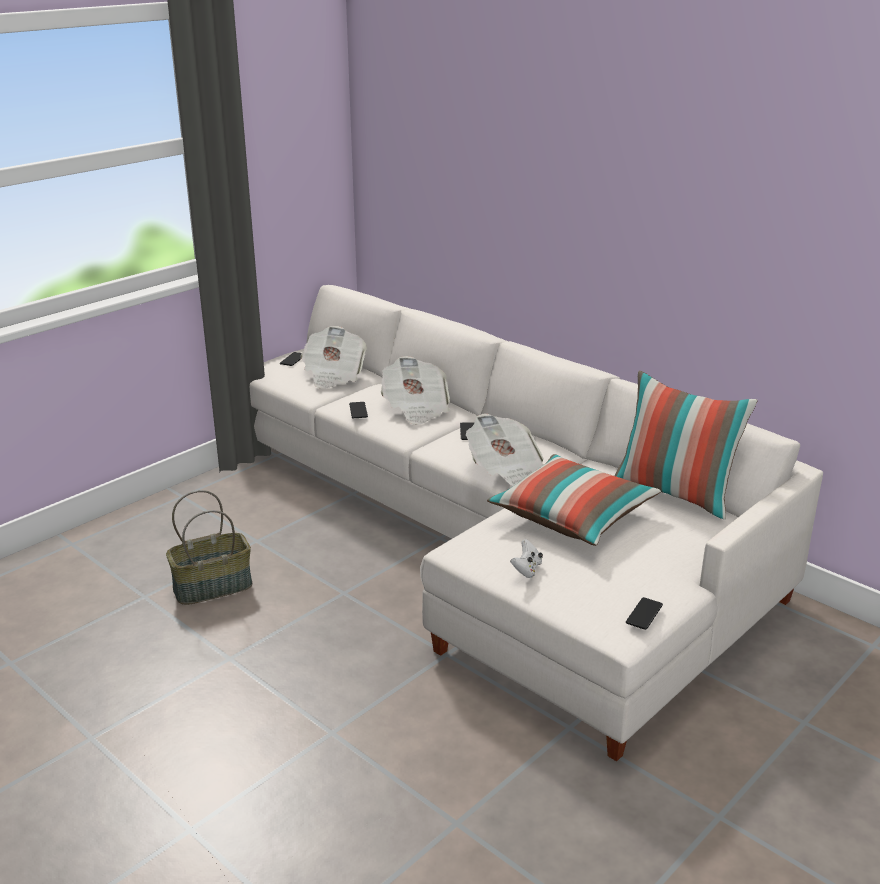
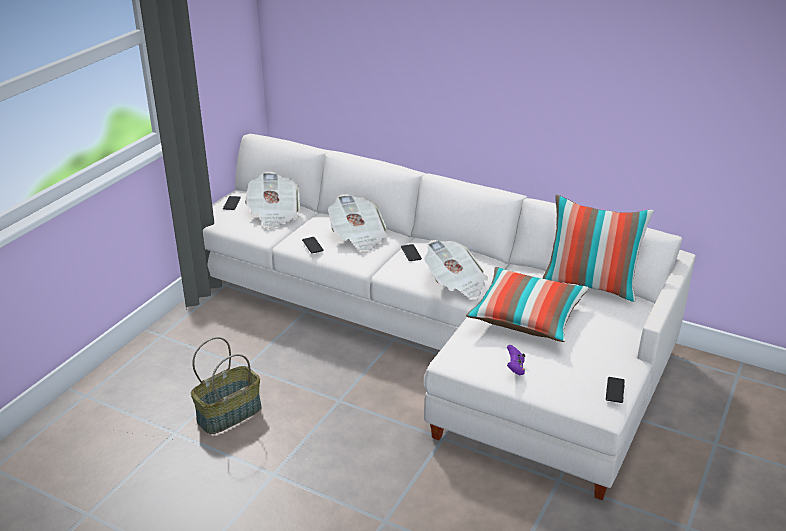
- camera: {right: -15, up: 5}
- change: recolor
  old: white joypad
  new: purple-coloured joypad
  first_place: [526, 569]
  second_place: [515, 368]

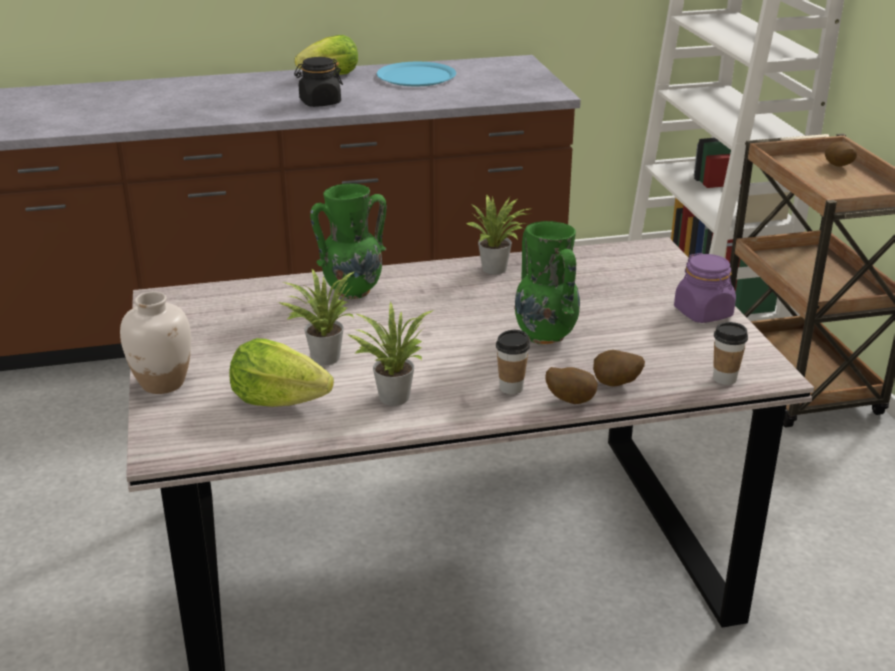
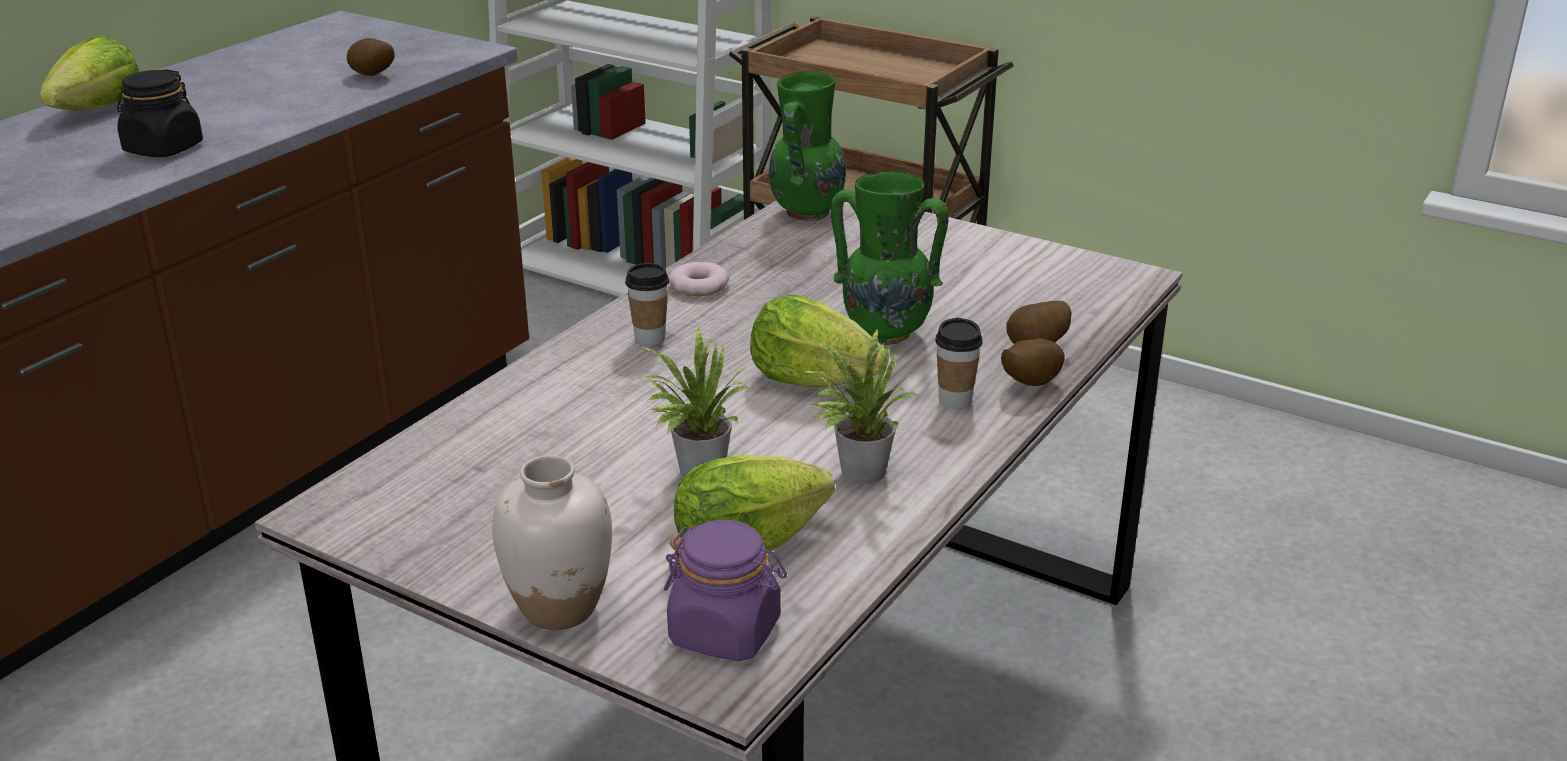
- camera: {right: -45, up: 0}
- change: move
  old: green-coloured flower vase
  first_place: [352, 292]
  second_place: [806, 214]
- change: delete
  old: bluish flat dish
  first_place: [416, 76]
- change: replace
  old: potted plant
  new: donut
  first_place: [497, 269]
  second_place: [699, 286]
- change: move
  old: purple-coloured jar
  first_place: [703, 313]
  second_place: [725, 632]
- change: move
  old: drinking cup
  first_place: [724, 378]
  second_place: [649, 338]
- change: move
  old: spud
  first_place: [837, 167]
  second_place: [372, 76]
- change: insert
  new: lettuce
  second_place: [812, 380]

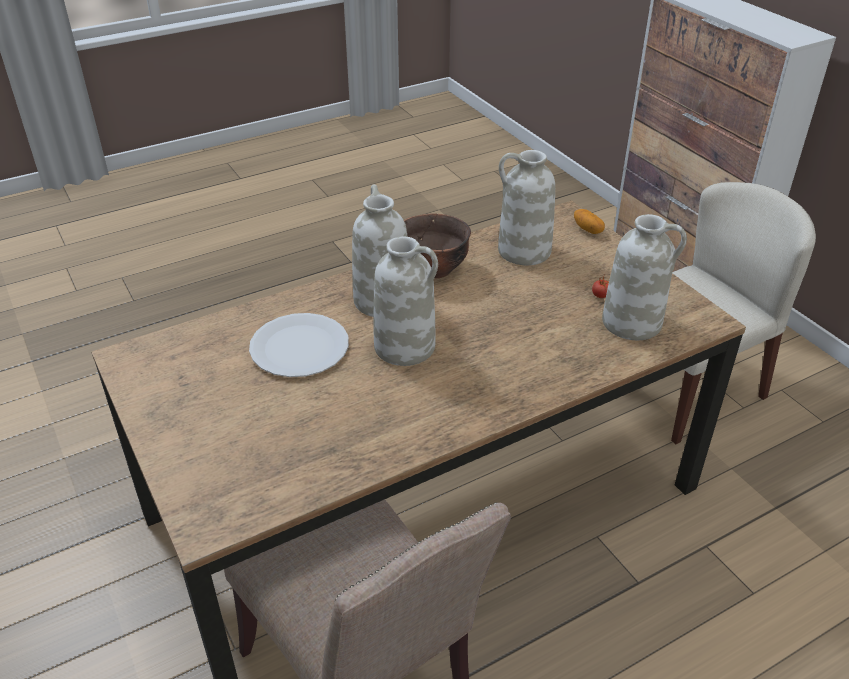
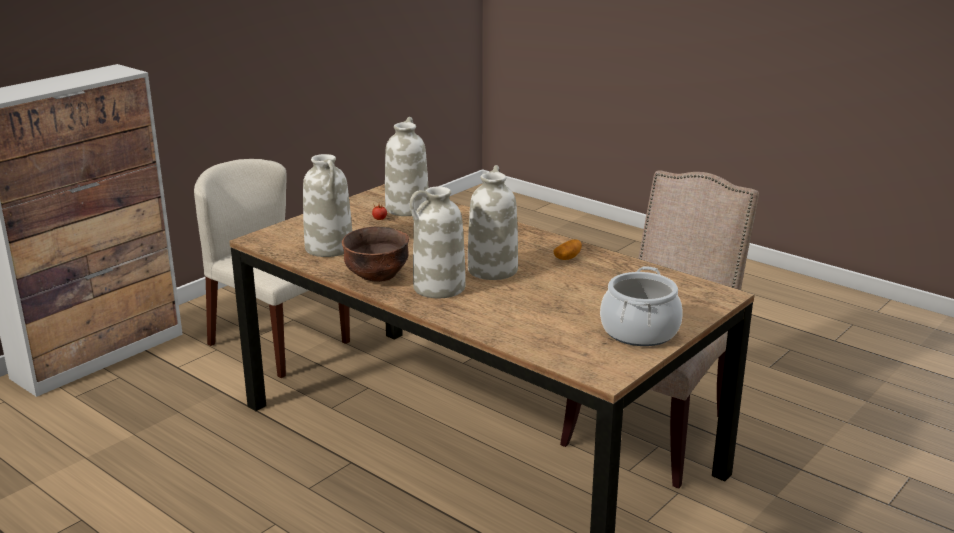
- camera: {right: -110, up: -15}
- change: delete
  old: white flat dish
  first_place: [300, 347]
- change: move
  old: spud
  first_place: [588, 229]
  second_place: [567, 258]
- change: insert
  new: stockpot
  second_place: [640, 331]

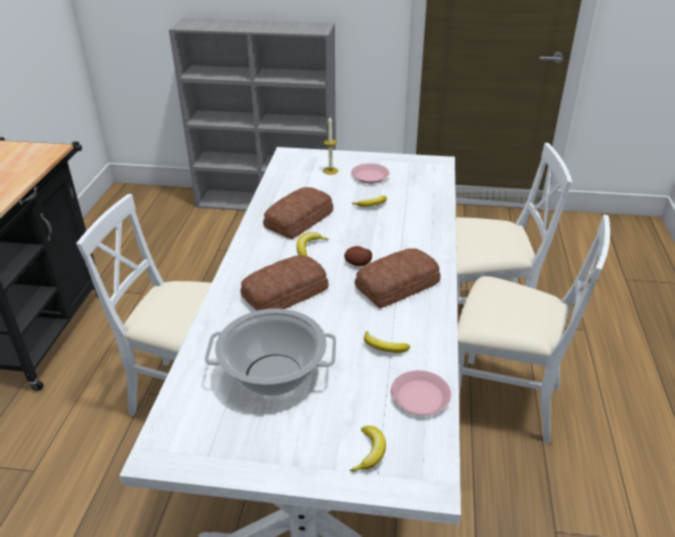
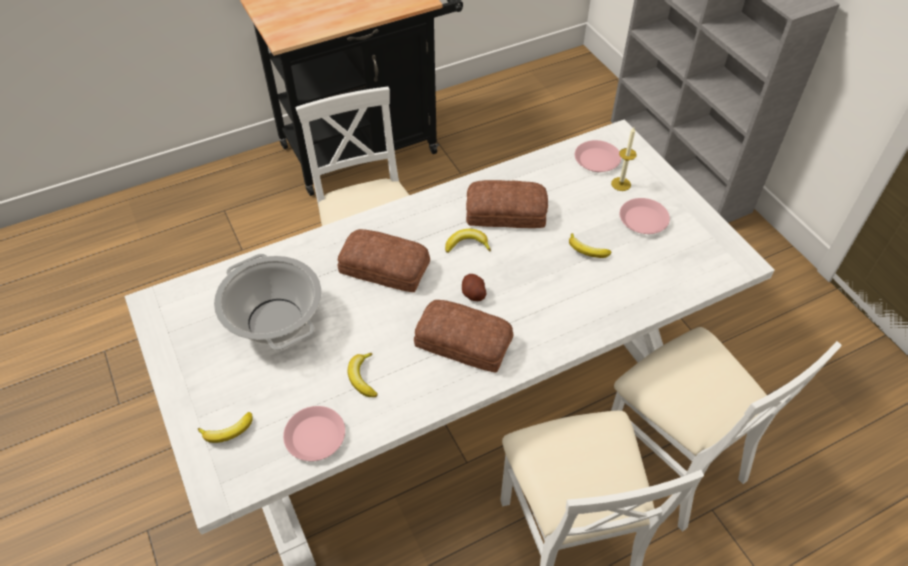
- camera: {right: 55, up: 15}
- change: insert
  new: pink flat dish
  second_place: [596, 160]

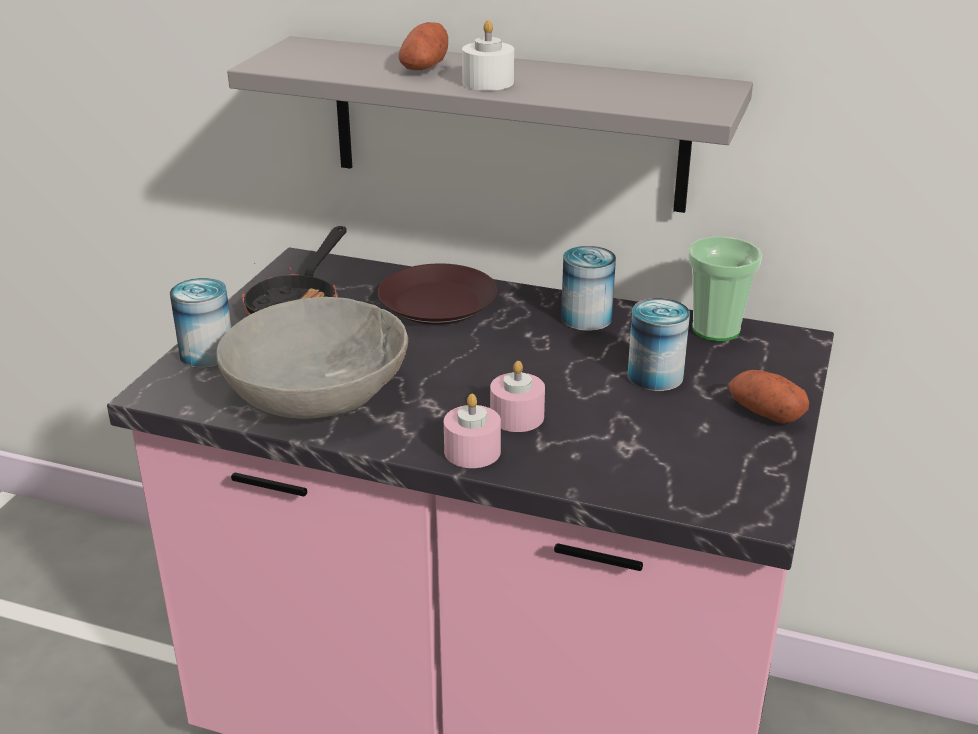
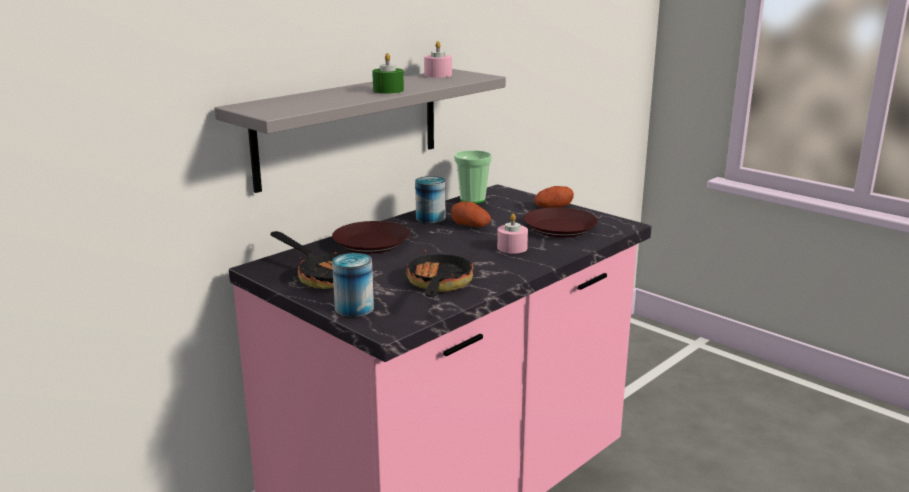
- camera: {right: -65, up: -10}
- change: replace
  old: gray bowl
  new: skillet
  first_place: [317, 391]
  second_place: [438, 285]
- change: move
  old: spud
  first_place: [425, 67]
  second_place: [470, 225]
- change: move
  old: pink candle
  first_place: [472, 451]
  second_place: [438, 75]
- change: recolor
  old: white candle
  new: green-coloured candle
  first_place: [488, 82]
  second_place: [388, 90]
- change: delete
  old: metal can
  first_place: [655, 376]
- change: insert
  new: brown flat dish
  second_place: [560, 228]

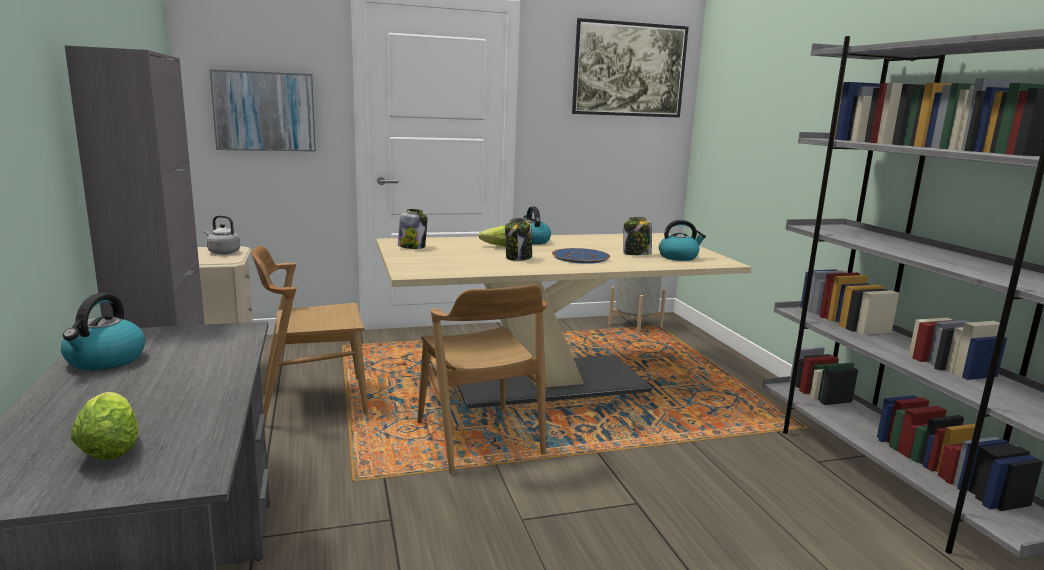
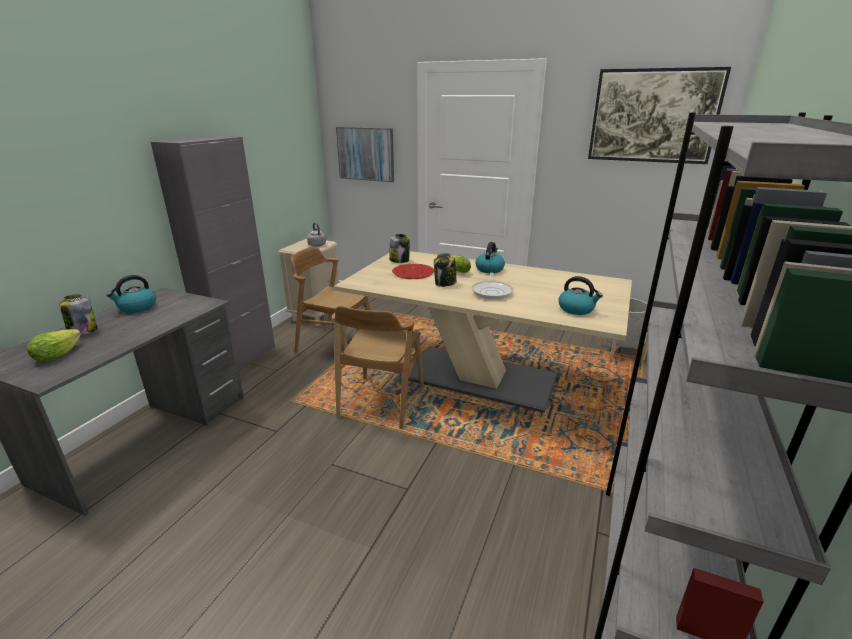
- camera: {right: 40, up: 10}
- change: replace
  old: bluish flat dish
  new: skillet
  first_place: [580, 257]
  second_place: [492, 292]
- change: move
  old: jar
  first_place: [636, 254]
  second_place: [83, 331]
- change: insert
  new: reddish flat dish
  second_place: [413, 272]

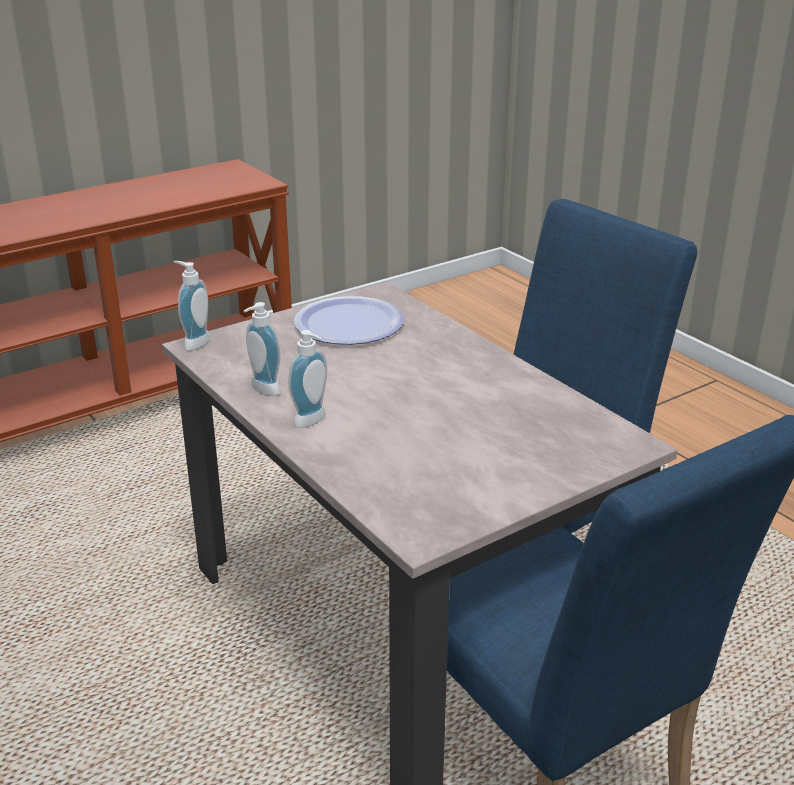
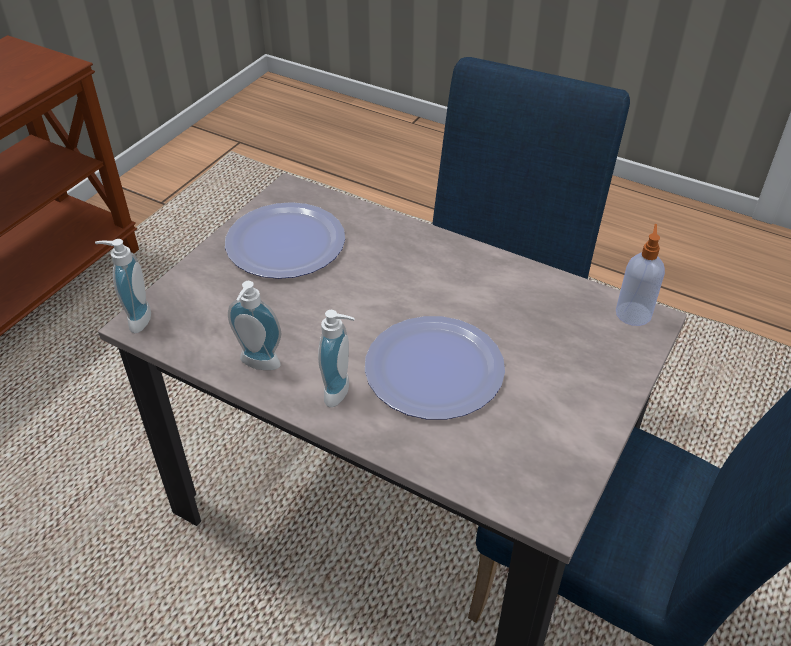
- camera: {right: -25, up: 15}
- change: insert
  new: flat dish
  second_place: [434, 368]
- change: insert
  new: soap dispenser
  second_place: [633, 313]

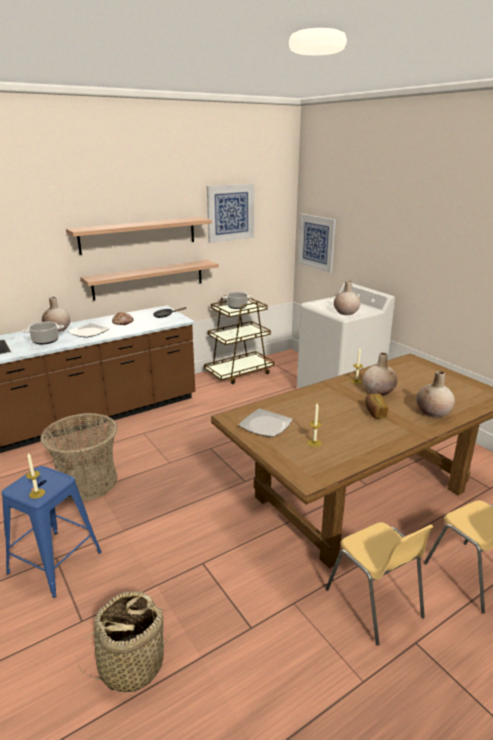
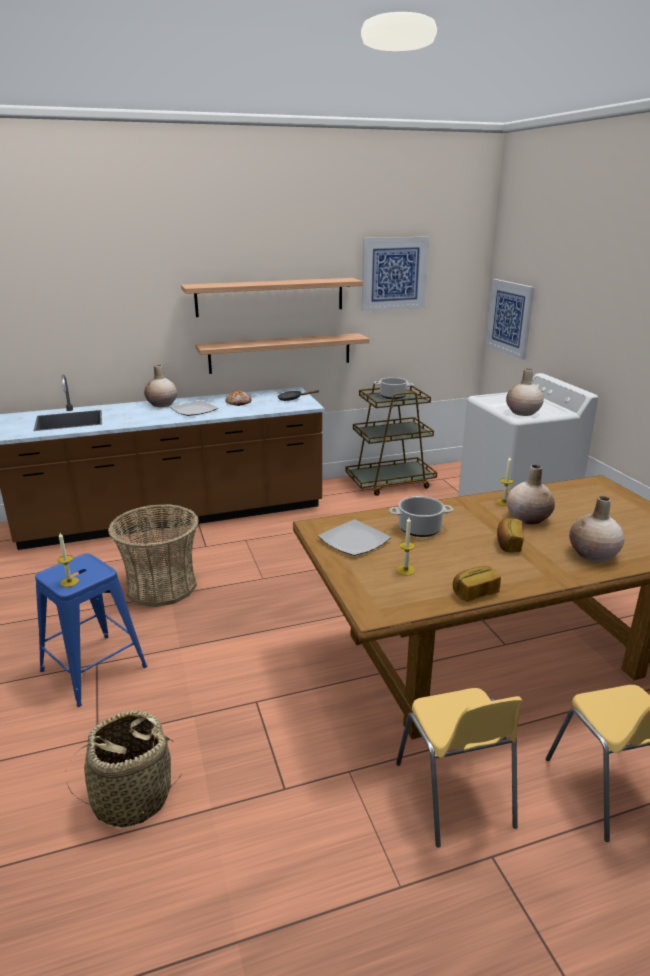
- camera: {right: 15, up: 0}
- change: move
  old: stockpot
  first_place: [45, 341]
  second_place: [419, 529]
- change: insert
  new: bakery bread
  second_place: [474, 593]

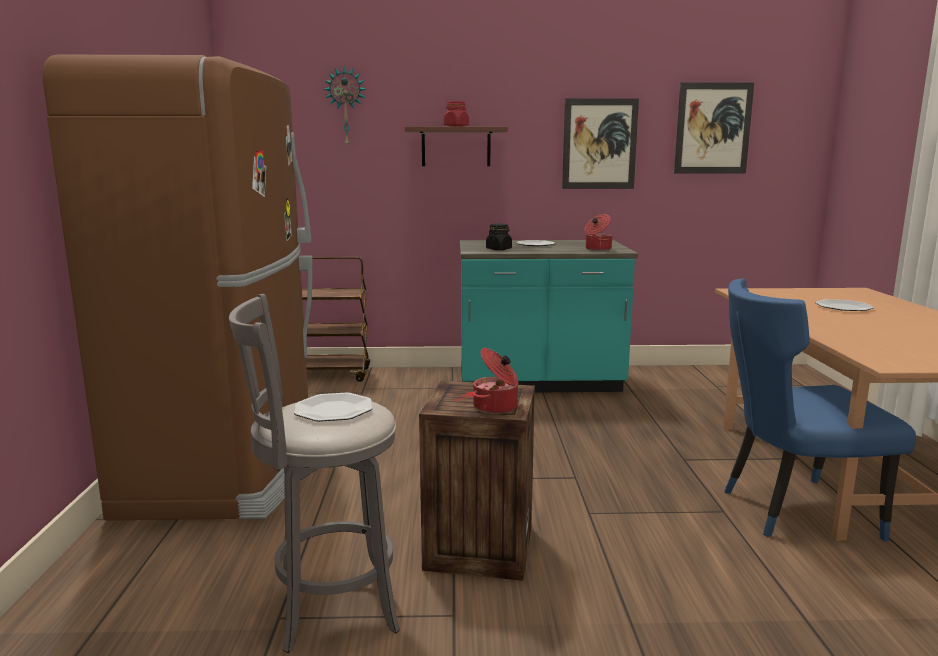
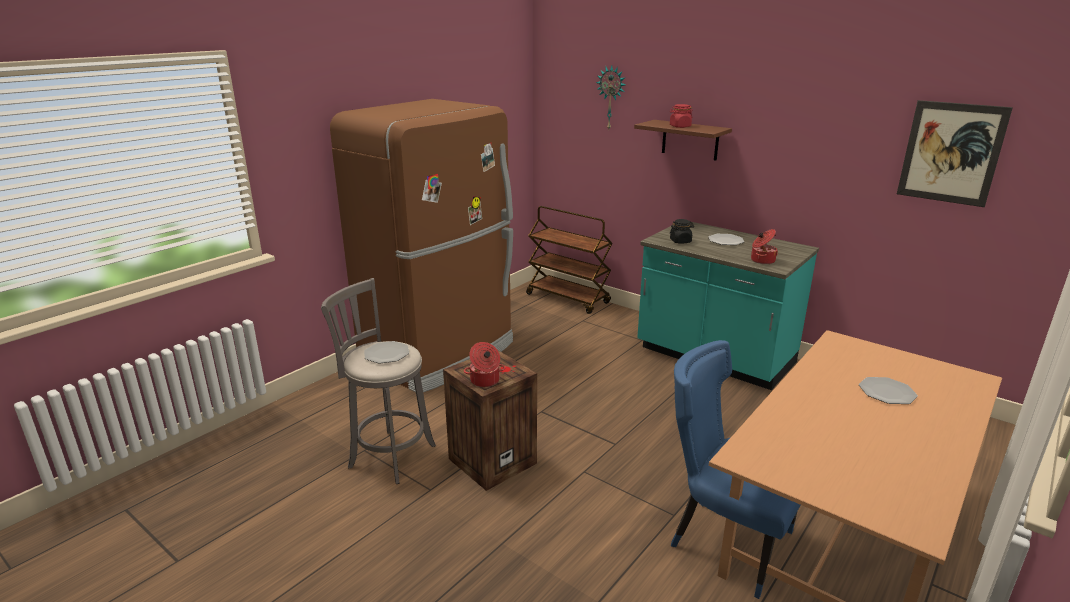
- camera: {right: 40, up: 10}
- change: delete
  old: wall picture
  first_place: [599, 144]

